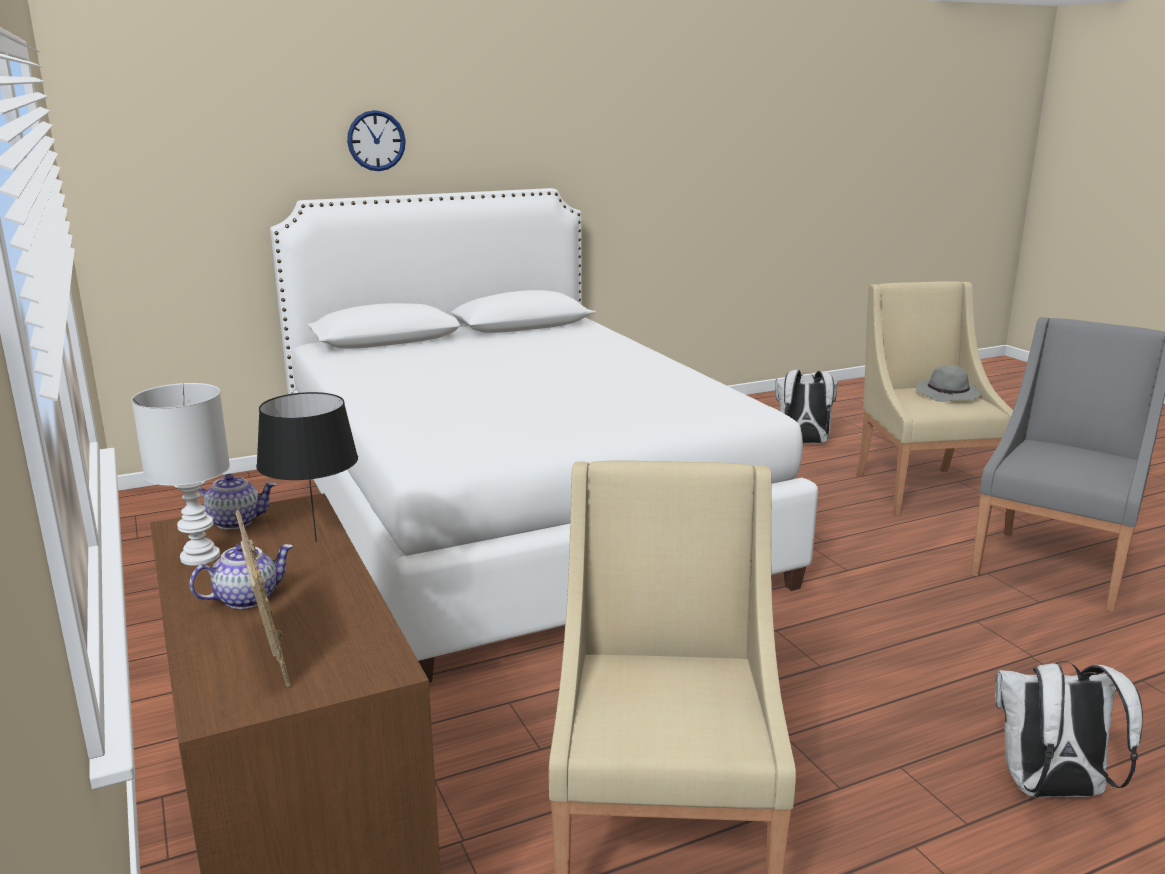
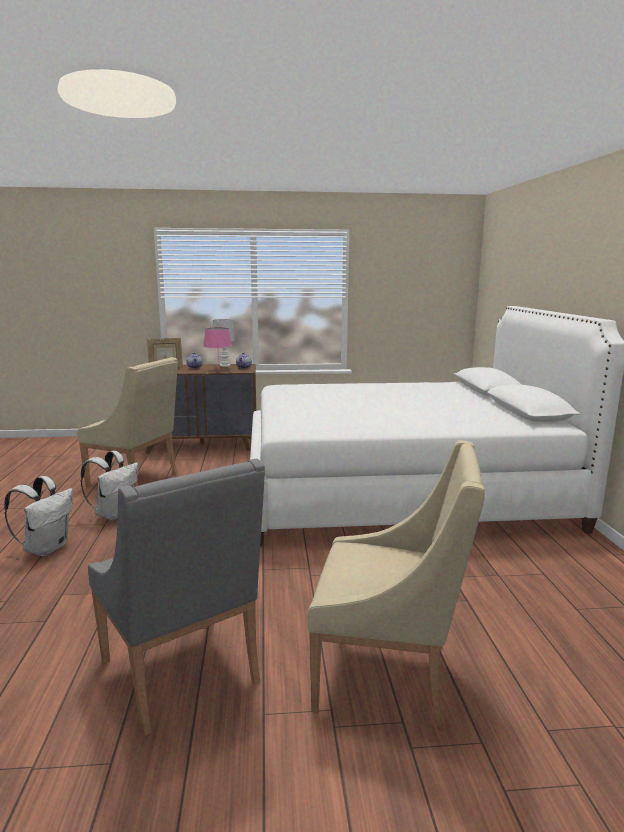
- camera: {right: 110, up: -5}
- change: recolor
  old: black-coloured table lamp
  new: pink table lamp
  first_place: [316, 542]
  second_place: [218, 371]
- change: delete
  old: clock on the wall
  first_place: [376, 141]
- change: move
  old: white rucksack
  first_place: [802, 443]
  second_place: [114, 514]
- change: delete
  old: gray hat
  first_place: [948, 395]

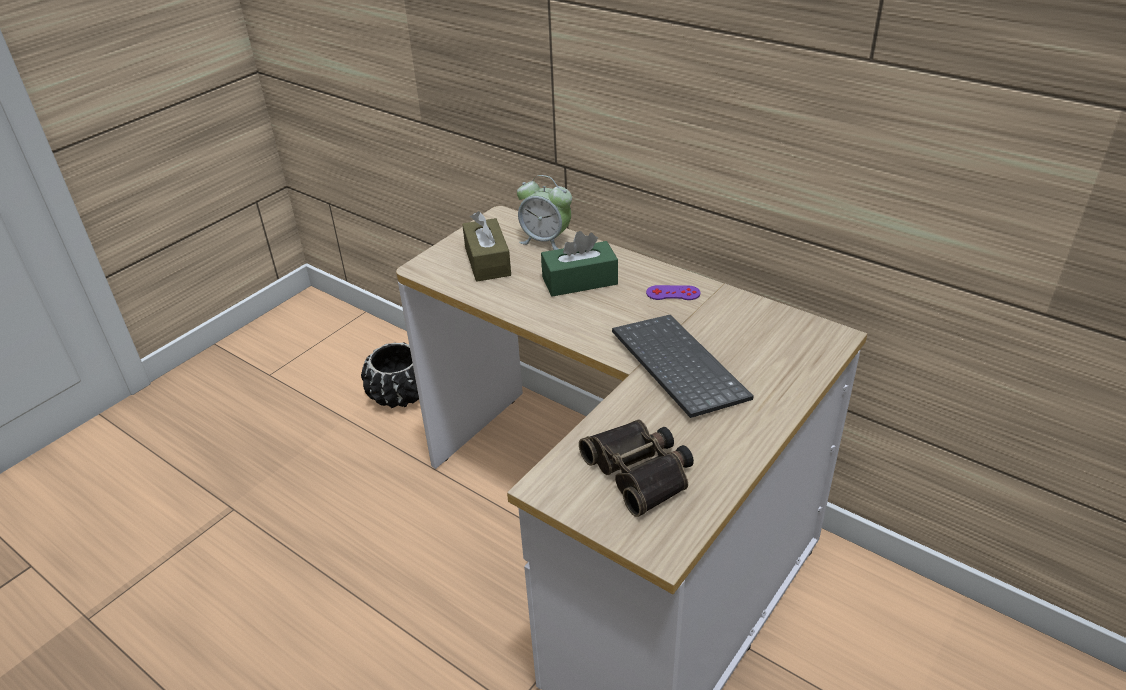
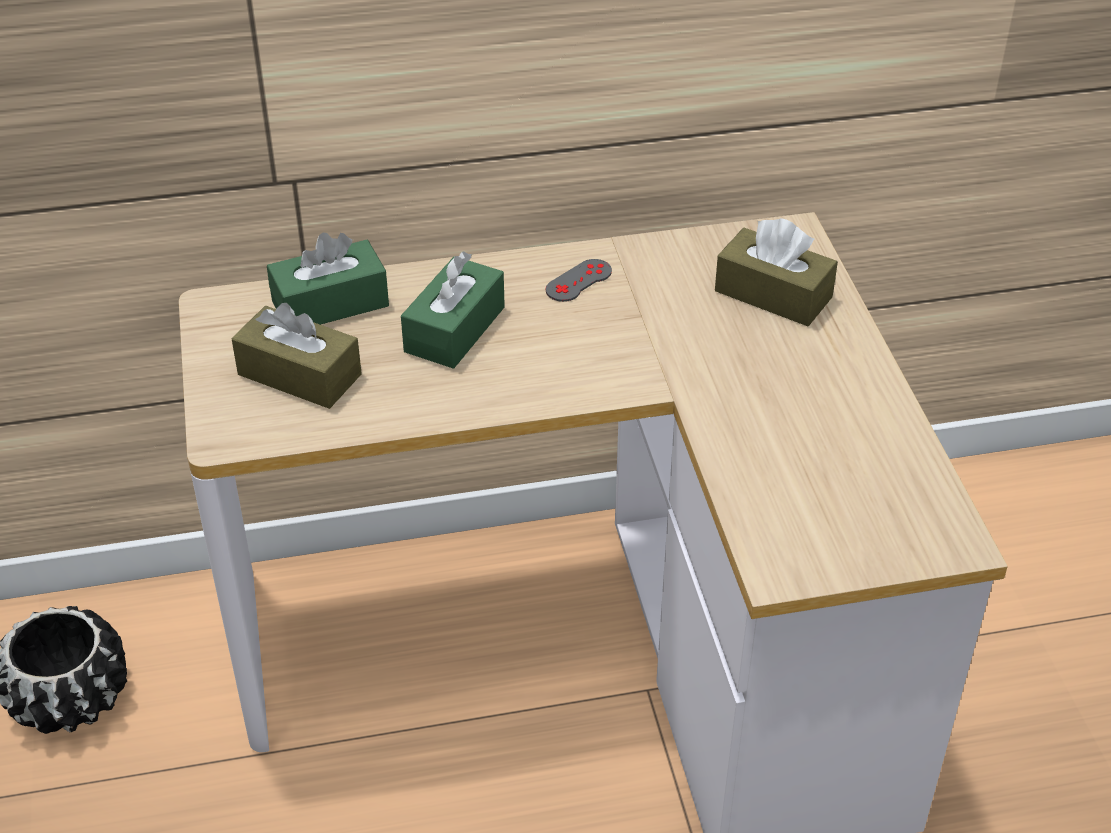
- camera: {right: -50, up: 5}
- change: replace
  old: table clock
  new: green-coloured box of tissues
  first_place: [546, 241]
  second_place: [330, 304]
- change: delete
  old: binoculars
  first_place: [641, 471]
- change: delete
  old: PC keyboard
  first_place: [675, 366]
- change: recolor
  old: purple-coloured joypad
  new: gray joypad
  first_place: [673, 293]
  second_place: [578, 281]
- change: insert
  new: brown box of tissues
  second_place: [773, 294]

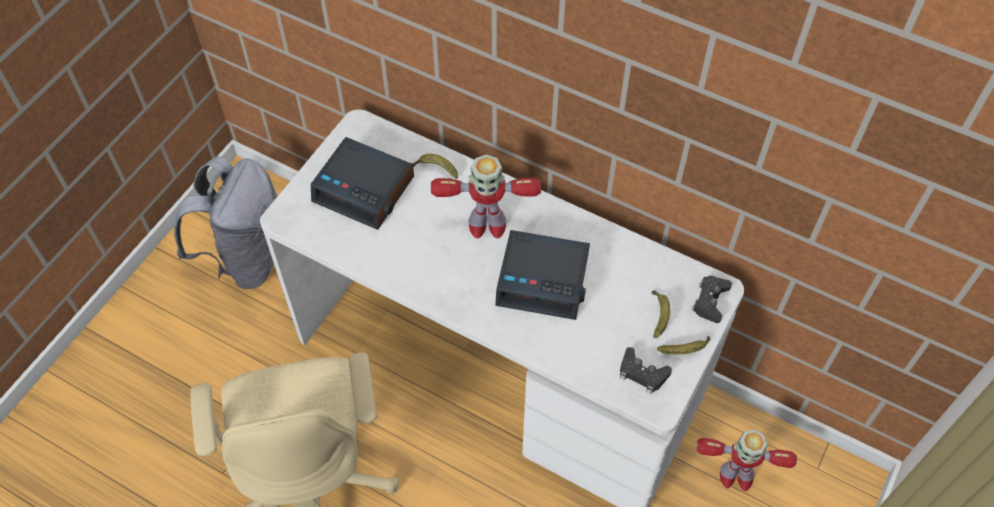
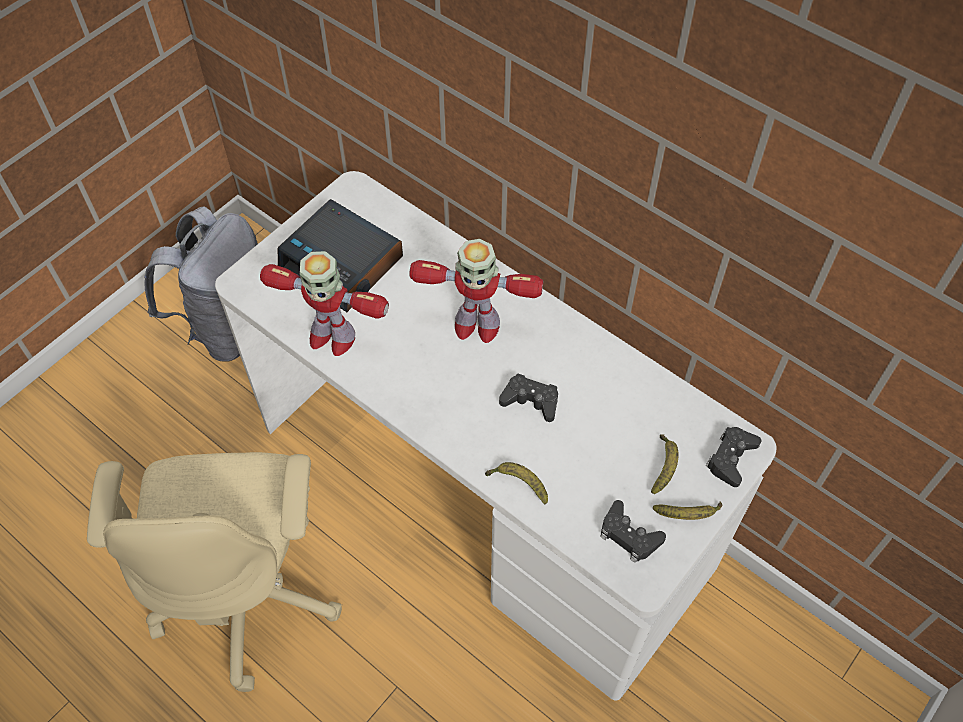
- camera: {right: 10, up: 0}
- change: move
  old: banana
  first_place: [435, 169]
  second_place: [518, 484]
- change: replace
  old: table clock
  new: black-coloured joypad
  first_place: [543, 280]
  second_place: [531, 401]
- change: move
  old: toy robot
  first_place: [735, 476]
  second_place: [331, 337]

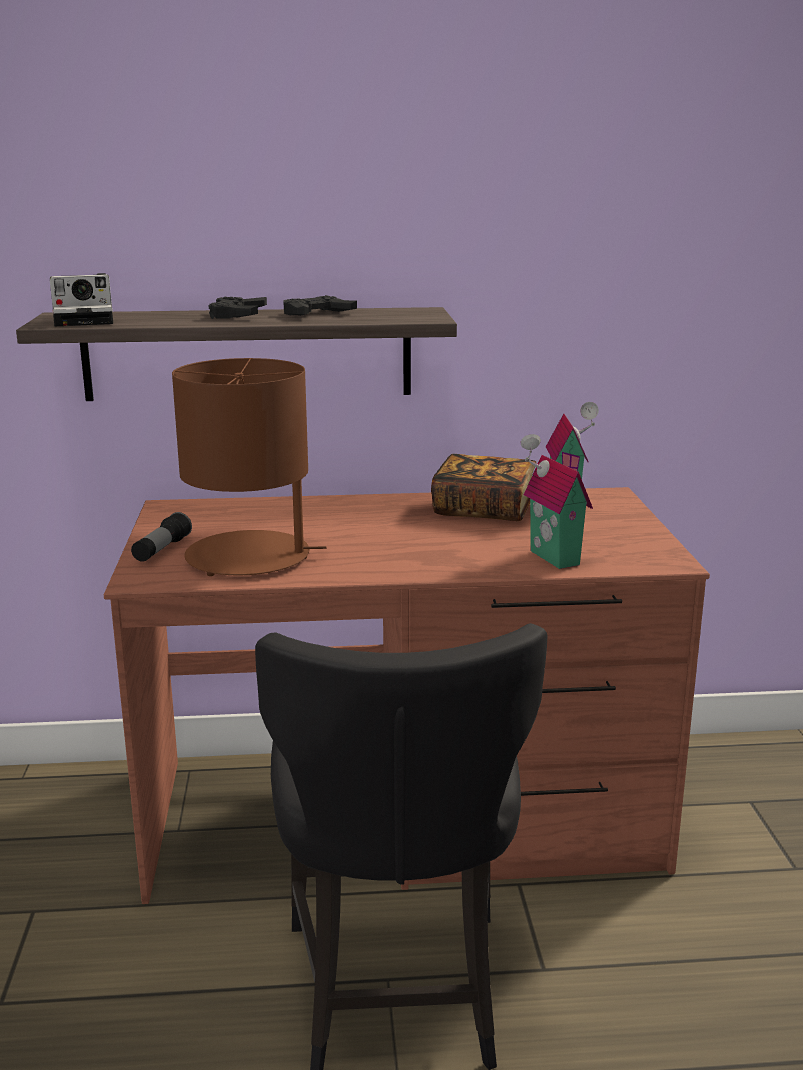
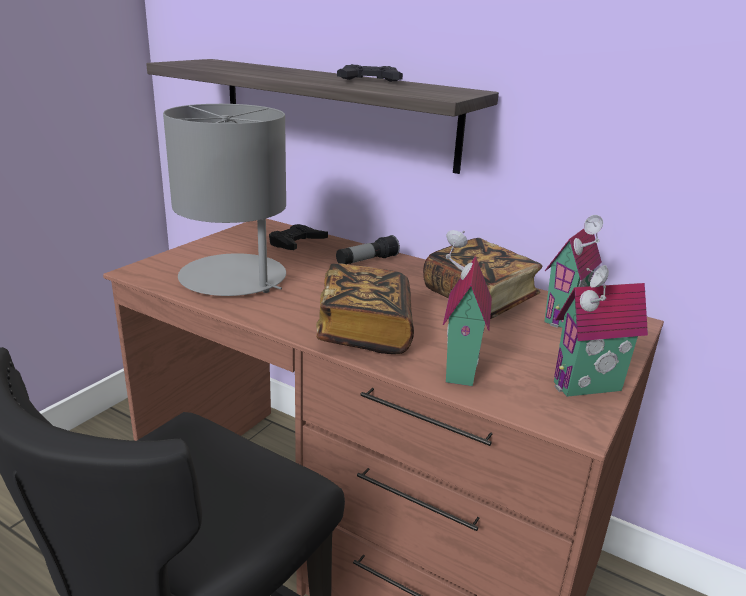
- camera: {right: 35, up: 5}
- change: delete
  old: photo camera
  first_place: [87, 319]
- change: move
  old: torch
  first_place: [162, 550]
  second_place: [367, 261]
- change: recolor
  old: brown table lamp
  new: gray table lamp
  first_place: [249, 556]
  second_place: [234, 278]
- change: move
  old: black-coloured joypad
  first_place: [237, 315]
  second_place: [296, 243]
- change: insert
  new: volume
  second_place: [365, 330]
- change: insert
  new: toy house
  second_place: [589, 388]

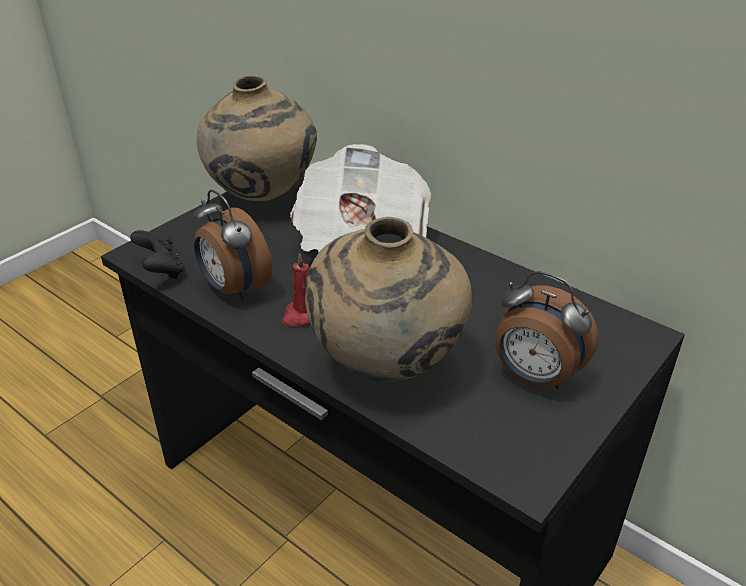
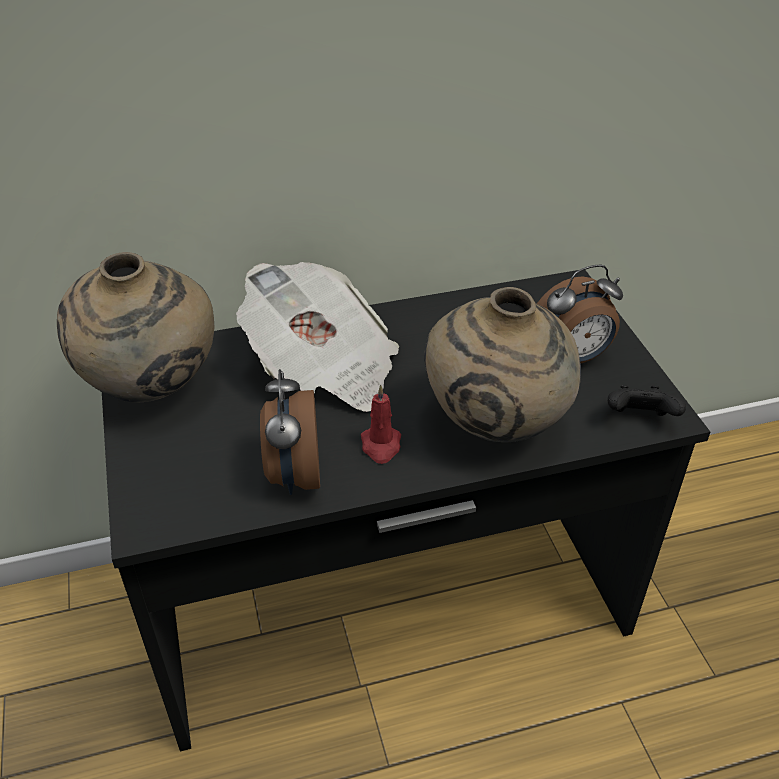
- camera: {right: -55, up: 5}
- change: move
  old: black-coloured joypad
  first_place: [162, 271]
  second_place: [639, 419]
- change: rotate
  old: table clock
  first_place: [234, 289]
  second_place: [293, 474]
  degrees: 90

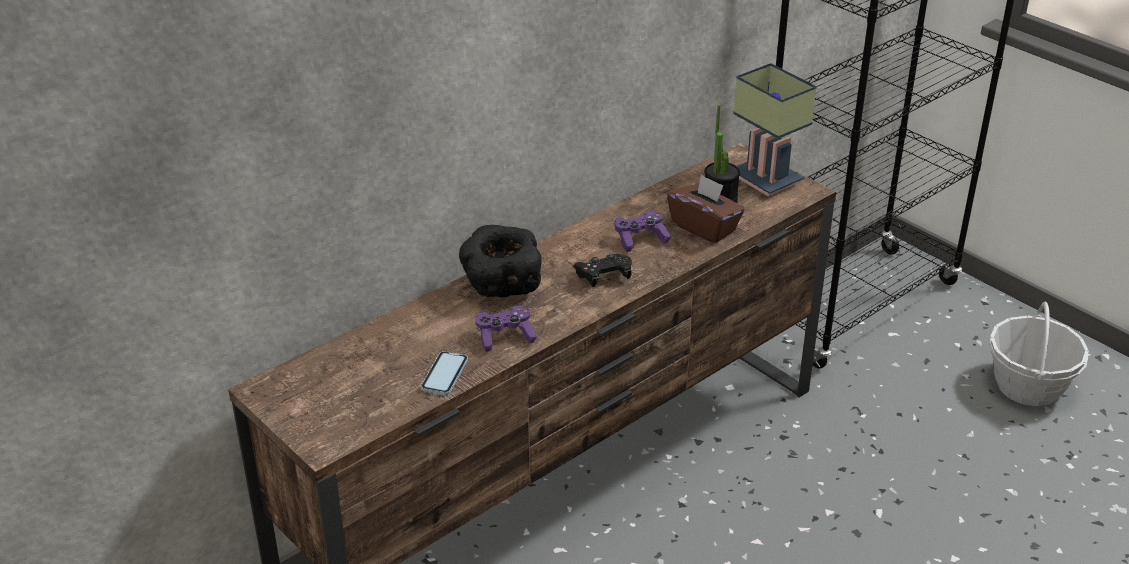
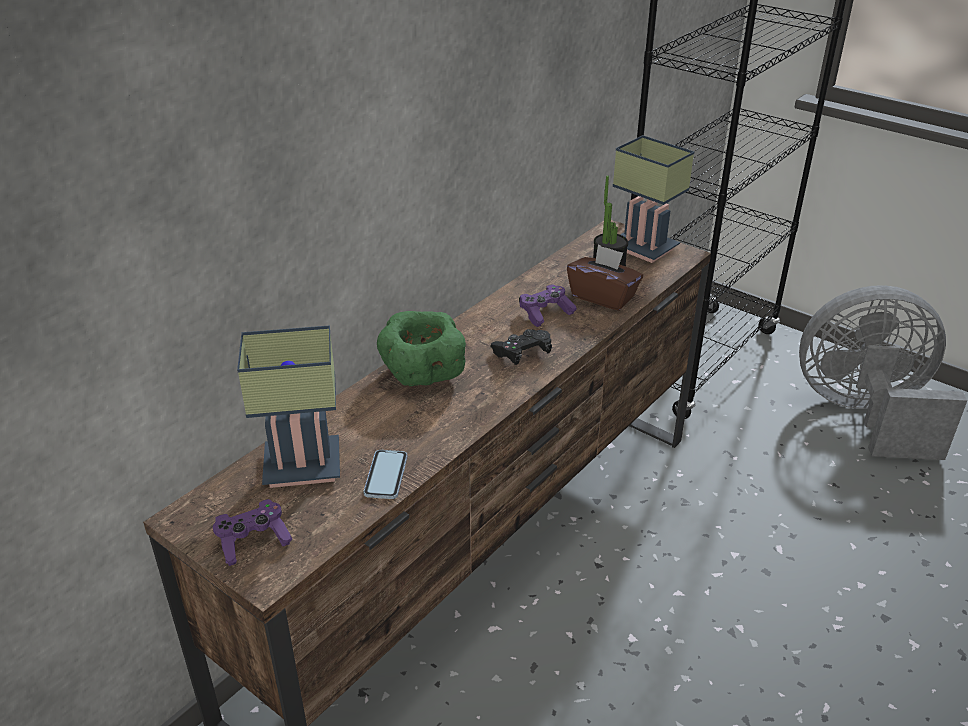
- camera: {right: -10, up: 0}
- change: recolor
  old: black-coloured bowl
  new: green-coloured bowl
  first_place: [502, 288]
  second_place: [422, 375]
- change: move
  old: purple-coloured joypad
  first_place: [505, 337]
  second_place: [253, 541]
- change: replace
  old: storage basket
  new: gray fan
  first_place: [1028, 386]
  second_place: [864, 414]
- change: insert
  new: table lamp
  second_place: [306, 463]

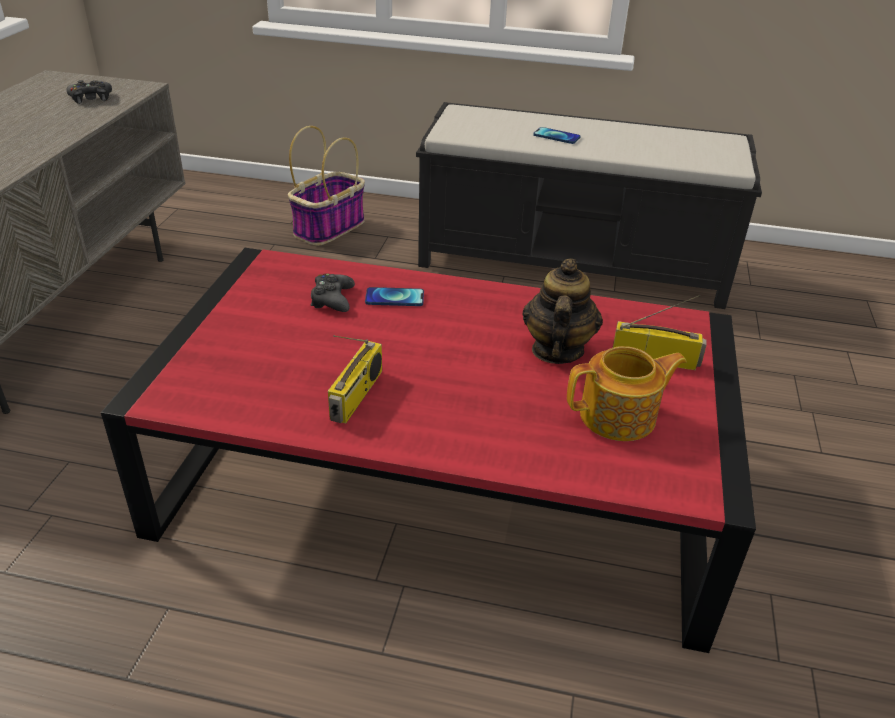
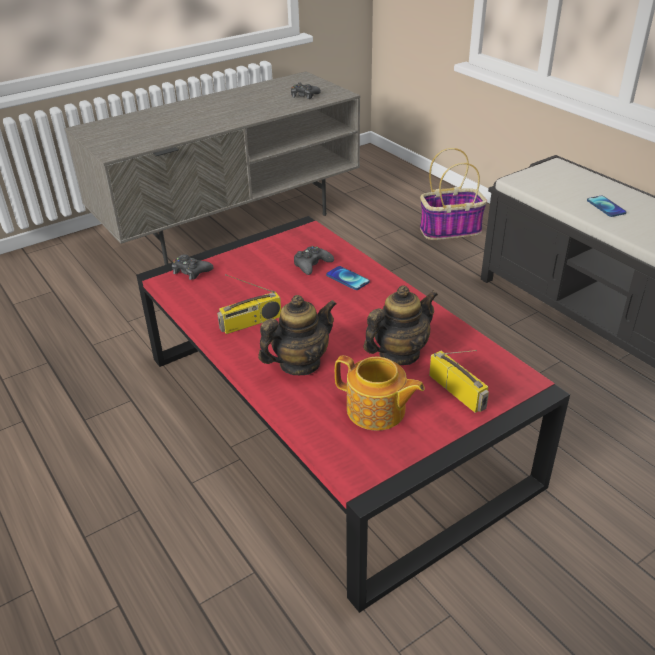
- camera: {right: 45, up: 0}
- change: insert
  new: black-coloured joypad
  second_place: [191, 271]
- change: insert
  new: teapot
  second_place: [299, 364]

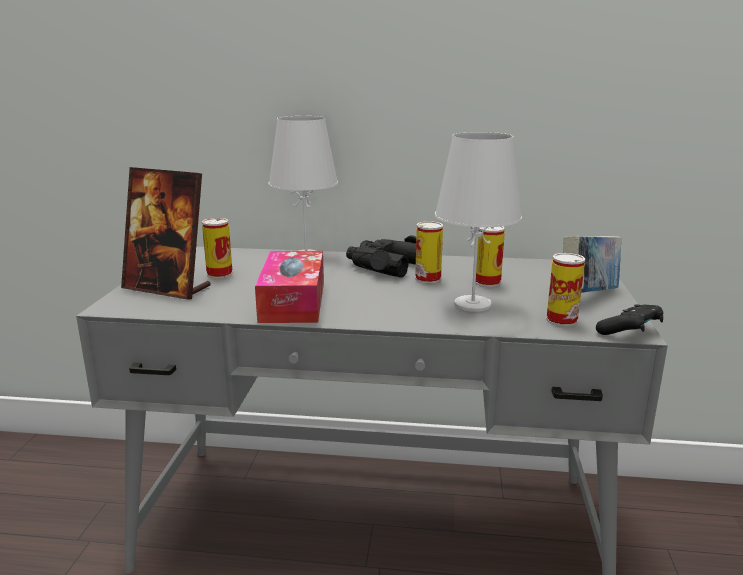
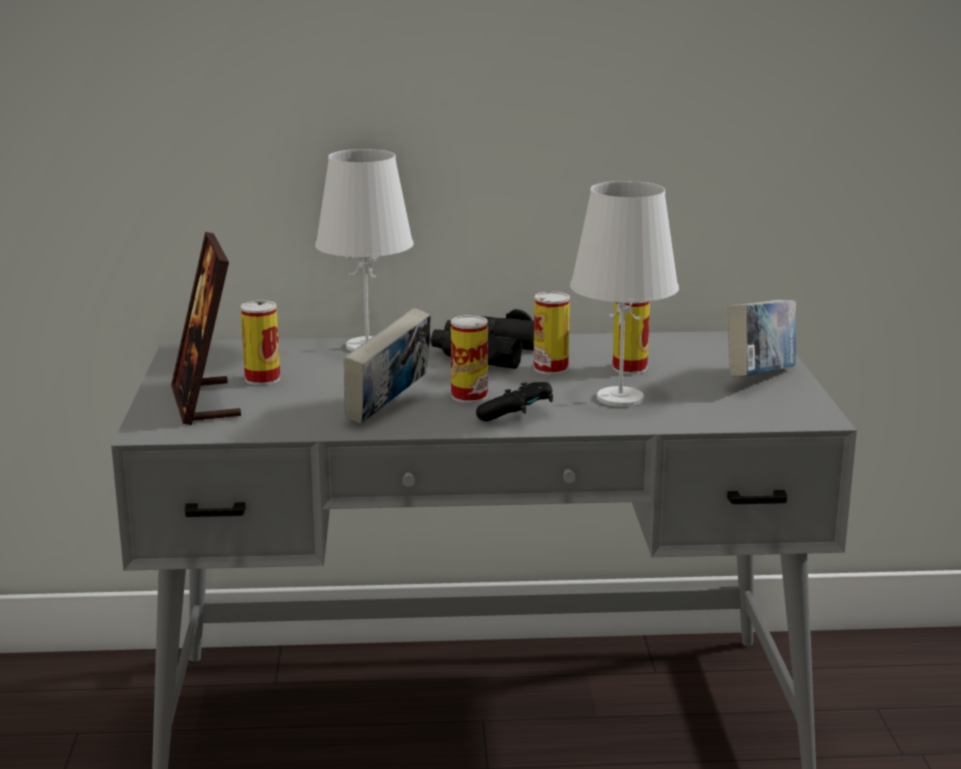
- camera: {right: -10, up: 0}
- change: rotate
  old: standing frame
  first_place: [167, 288]
  second_place: [205, 402]
  degrees: 60
- change: replace
  old: box of tissues
  new: volume
  first_place: [293, 301]
  second_place: [388, 409]
- change: move
  old: metal can
  first_place: [561, 320]
  second_place: [469, 396]
- change: move
  old: black-coloured joypad
  first_place: [630, 332]
  second_place: [517, 416]

